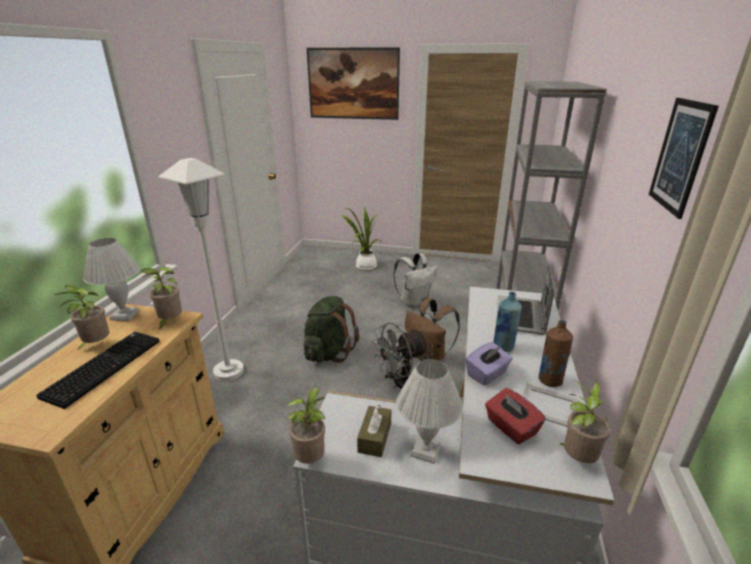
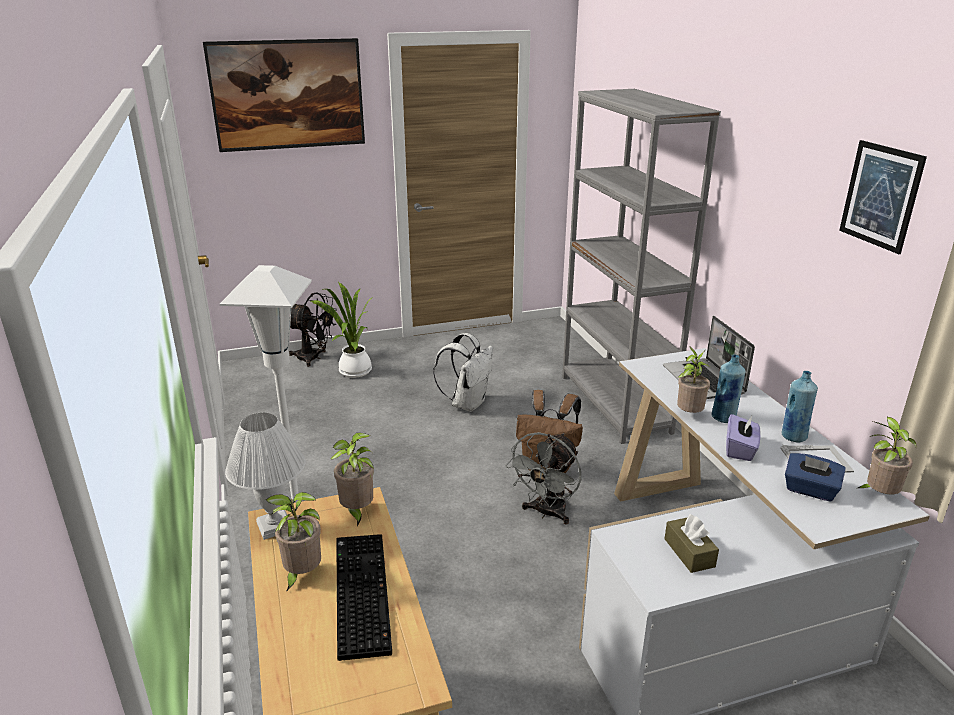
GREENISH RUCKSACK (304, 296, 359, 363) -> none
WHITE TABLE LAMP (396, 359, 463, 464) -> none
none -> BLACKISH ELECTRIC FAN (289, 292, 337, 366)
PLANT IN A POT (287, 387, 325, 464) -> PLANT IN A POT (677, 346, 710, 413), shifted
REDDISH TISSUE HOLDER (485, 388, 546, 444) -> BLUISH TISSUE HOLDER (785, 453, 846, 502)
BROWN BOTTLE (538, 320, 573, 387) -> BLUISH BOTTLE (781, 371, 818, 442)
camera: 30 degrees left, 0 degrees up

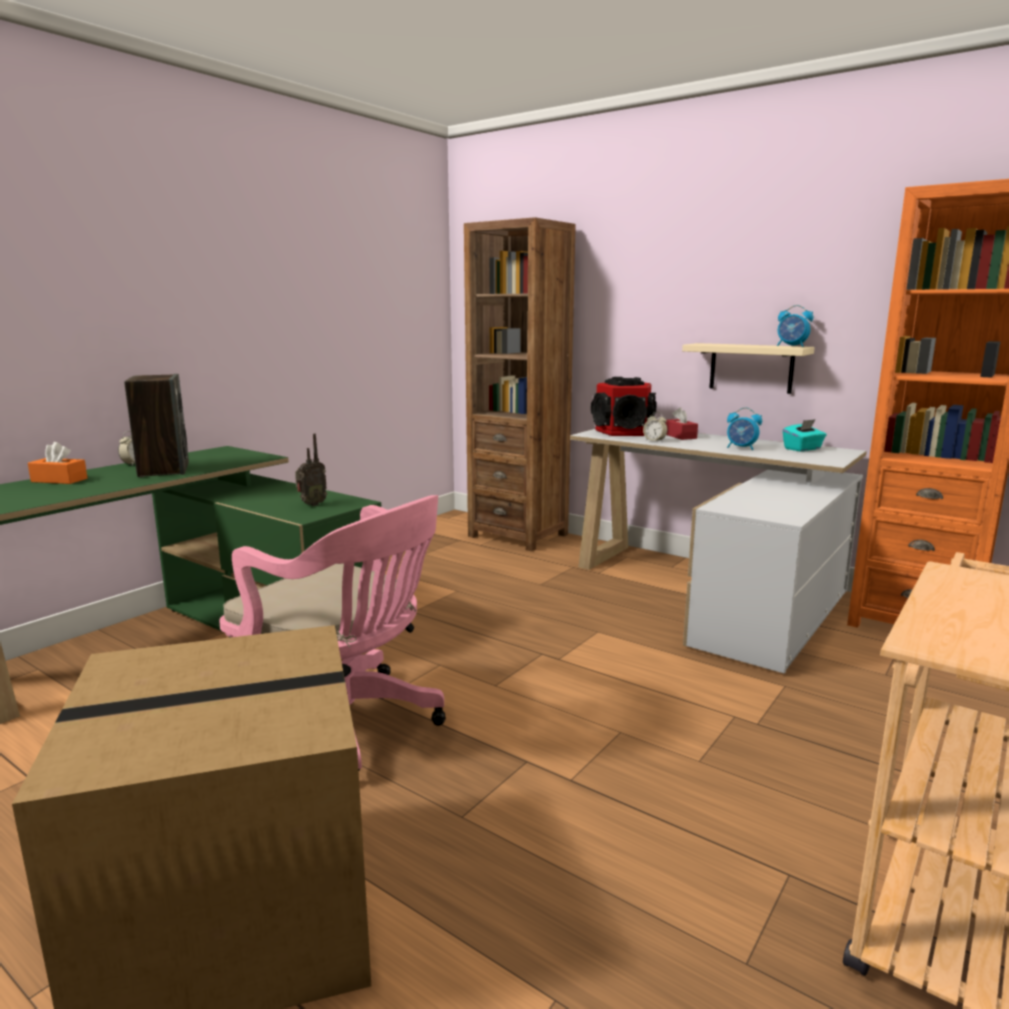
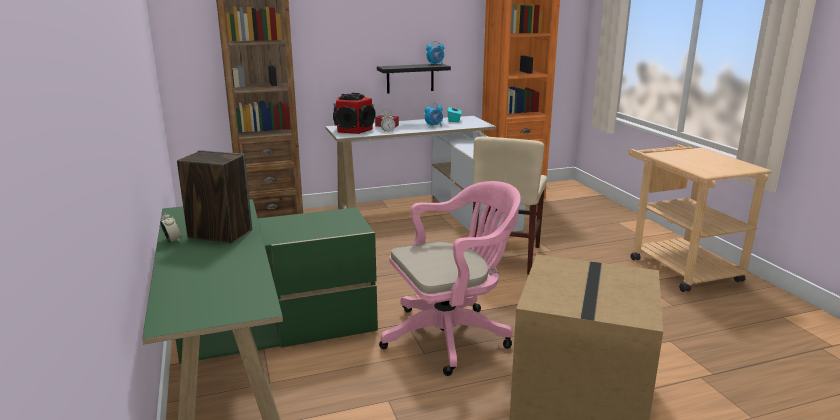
ORANGE TISSUE HOLDER (28, 442, 87, 484) -> none
RADIO RECEIVER (295, 434, 327, 506) -> none
none -> SAND-COLOURED UPRIGHT CHAIR (473, 137, 547, 274)
SAND-COLOURED WALL SHELF (682, 343, 815, 394) -> BLACKISH WALL SHELF (377, 64, 451, 93)
camera: 55 degrees left, 5 degrees up

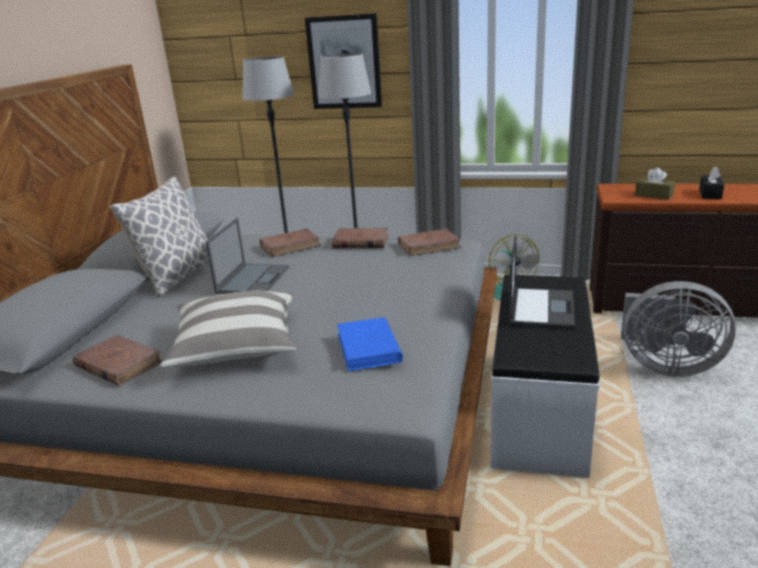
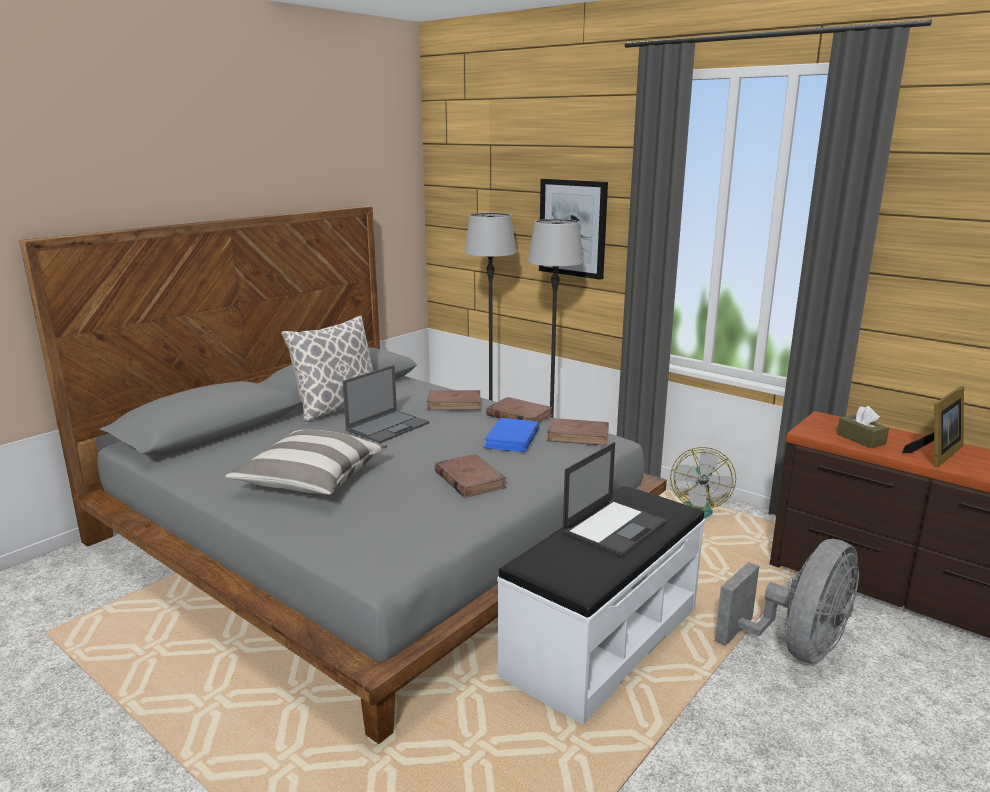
BROWN BOUND BOOK (73, 335, 162, 386) -> BROWN BOUND BOOK (435, 454, 507, 498), shifted
BLUISH BOUND BOOK (337, 317, 403, 371) -> BLUISH BOUND BOOK (483, 418, 540, 452), shifted
BLACKISH TISSUE HOLDER (699, 167, 724, 199) -> PICTURE FRAME (902, 386, 964, 468)
GRAY ELECTRIC FAN (621, 281, 736, 376) -> GRAY ELECTRIC FAN (715, 539, 859, 664), 90 degrees counterclockwise
camera: 25 degrees right, 5 degrees down

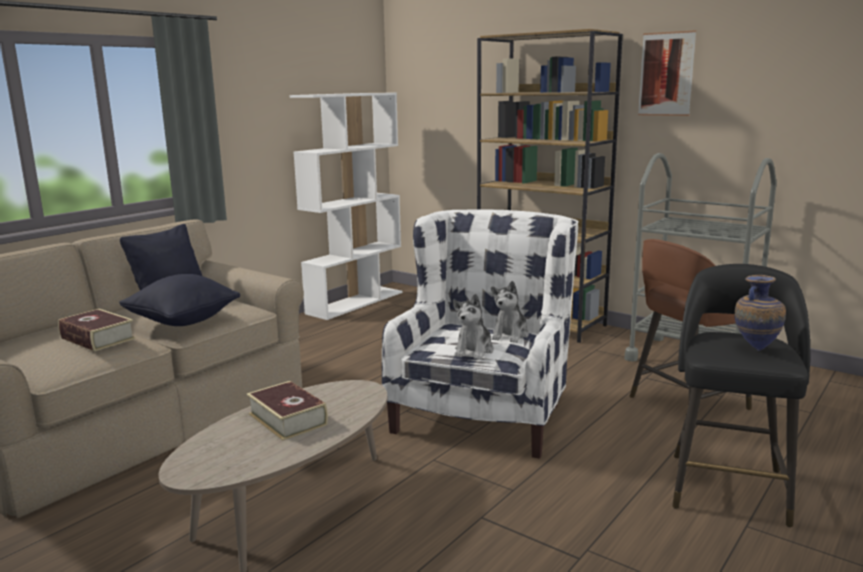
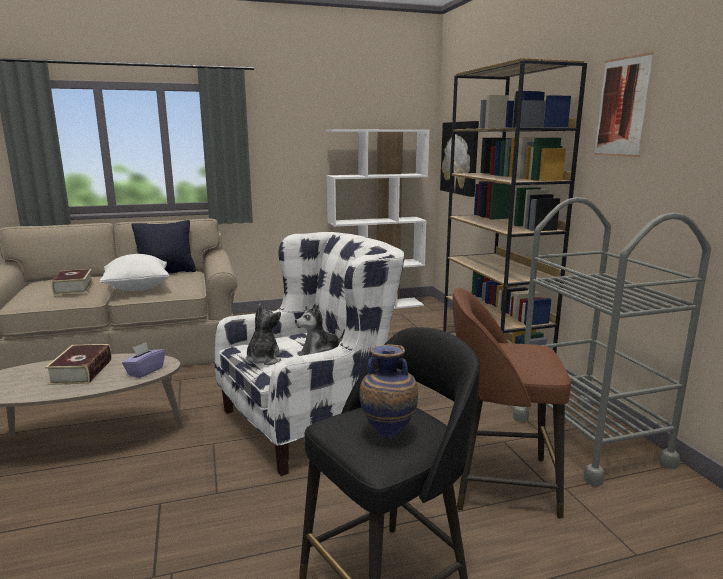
none -> PURPLE-COLOURED TISSUE HOLDER (122, 342, 165, 378)
none -> WALL ART (440, 121, 479, 197)
BLACKISH PILLOW (119, 274, 240, 326) -> WHITE PILLOW (100, 254, 169, 291)
PLUSH TOY (453, 294, 494, 360) -> PLUSH TOY (245, 303, 282, 366), 135 degrees clockwise
camera: 35 degrees right, 0 degrees up

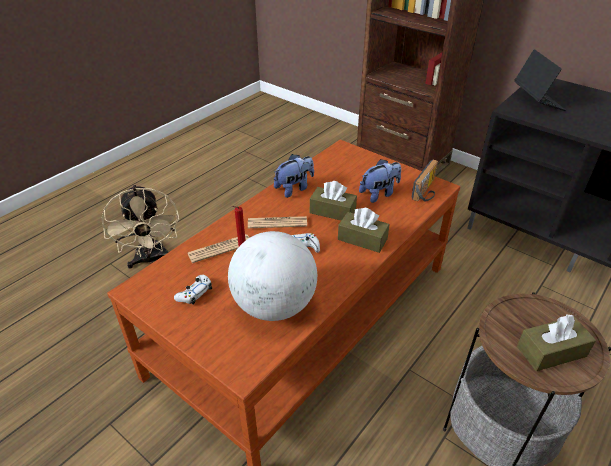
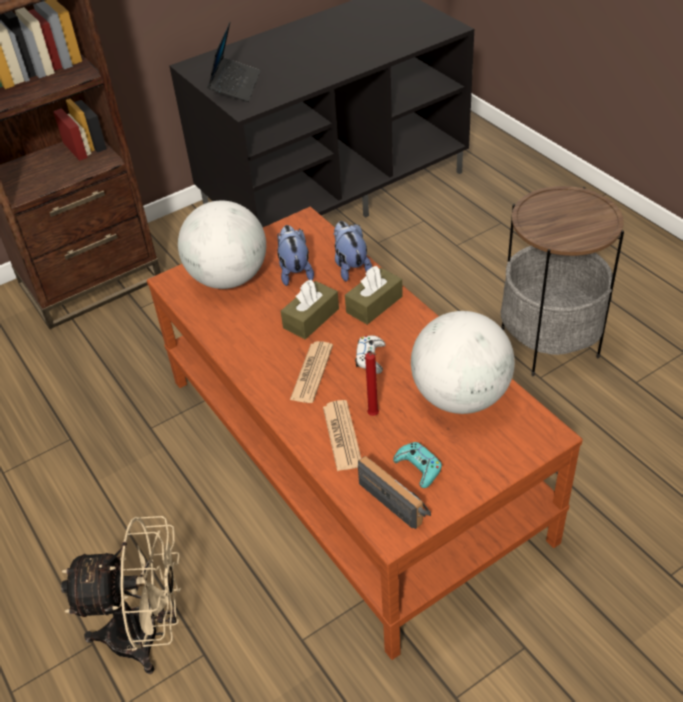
BROWN TISSUE HOLDER (517, 314, 596, 371) -> none
none -> GLOBE (178, 201, 266, 289)
PLUSH TOY (274, 154, 314, 198) -> PLUSH TOY (334, 221, 372, 282), shifted
RADIO RECEIVER (411, 159, 438, 201) -> RADIO RECEIVER (358, 456, 431, 529), shifted
WHITE GAMEPAD (174, 275, 212, 305) -> BLUE-GREEN GAMEPAD (393, 442, 442, 488)
LAPTOP (514, 49, 566, 111) -> LAPTOP (207, 21, 260, 102), 90 degrees clockwise
camera: 70 degrees left, 5 degrees up

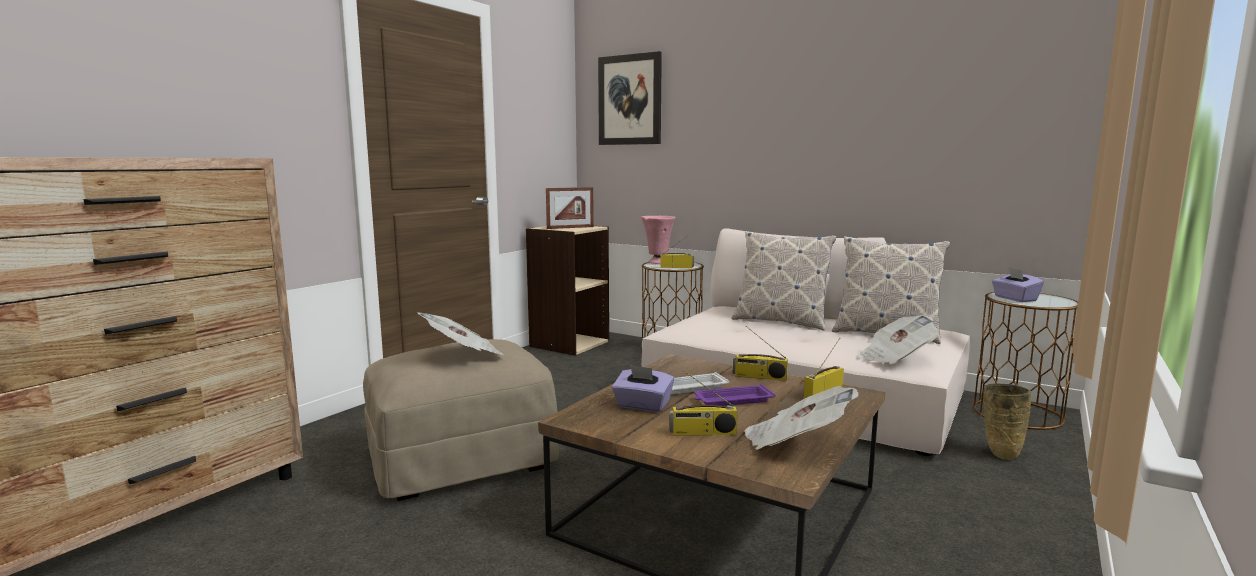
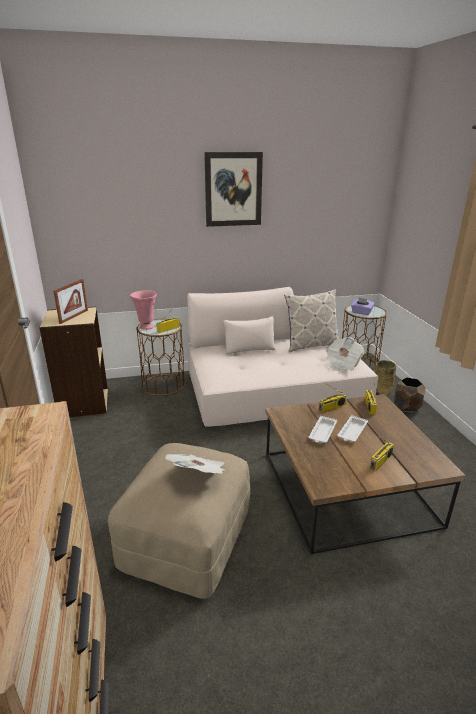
PURPLE-COLOURED TISSUE HOLDER (612, 365, 674, 412) -> none
PILLOW (731, 231, 837, 331) -> none
DAILY PAPER (744, 386, 859, 450) -> none
none -> BROWN FLOWER POT (394, 377, 426, 413)
WALL ART (598, 51, 662, 145) -> WALL ART (204, 152, 263, 227), shifted
PURPLE-COLOURED CARRYING TRAY (694, 384, 776, 406) -> WHITE CARRYING TRAY (337, 415, 368, 442)
camera: 45 degrees left, 15 degrees up

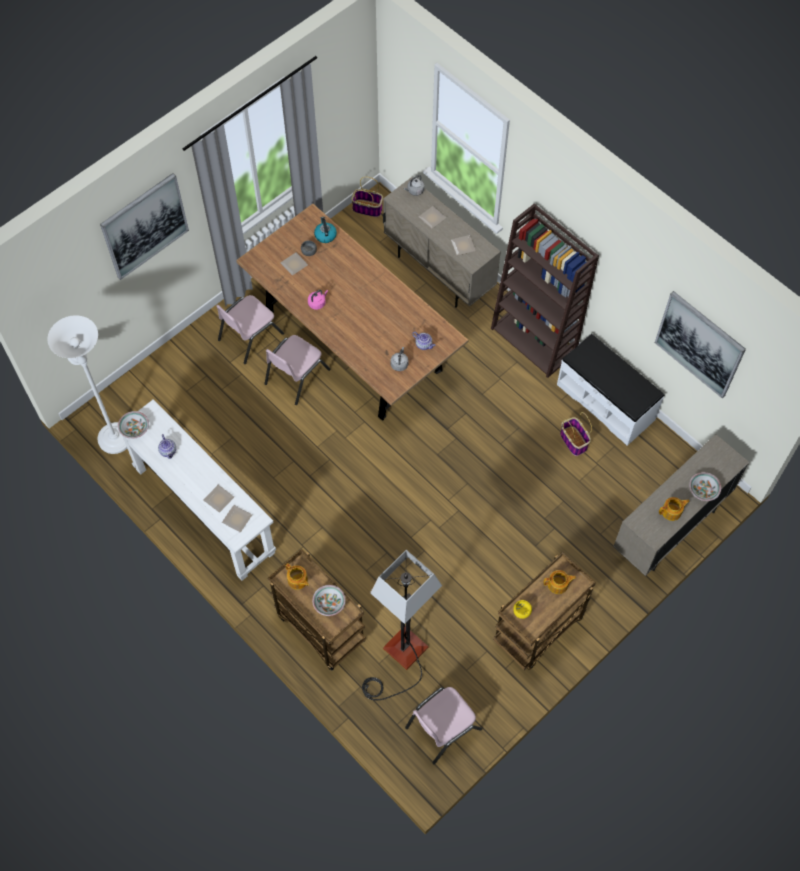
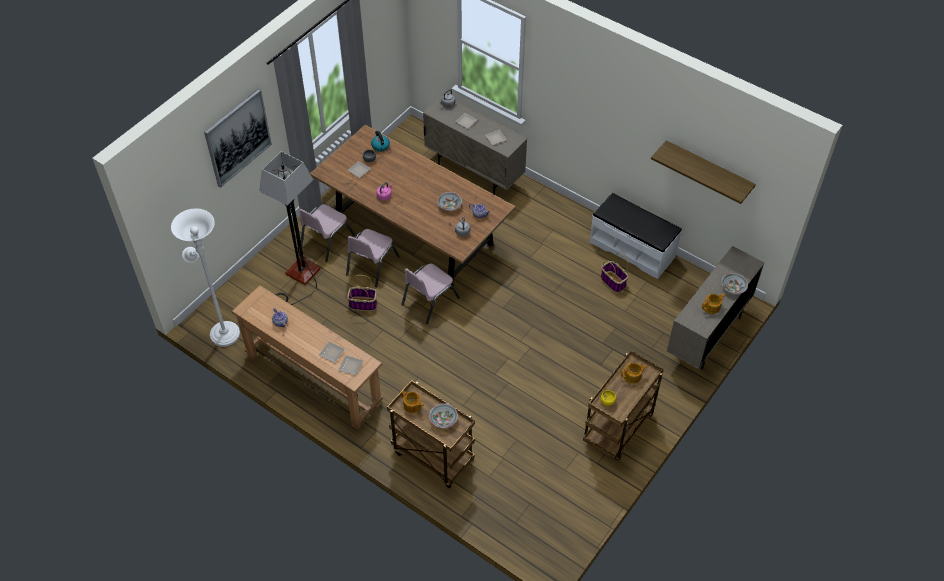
BROWN BOOKCASE (491, 203, 599, 378) -> none
BOWL (118, 411, 149, 439) -> BOWL (437, 192, 462, 211), shifted
HOUSEHOLD BASKET (351, 177, 383, 217) -> HOUSEHOLD BASKET (347, 275, 377, 311), shifted
FLOOR LAMP (362, 550, 442, 700) -> FLOOR LAMP (259, 151, 320, 305), shifted
PINK UPRIGHT CHAIR (405, 687, 482, 764) -> PINK UPRIGHT CHAIR (401, 263, 460, 324), shifted
WALL ART (655, 291, 746, 398) -> WALL SHELF (651, 140, 756, 204)
WHITE NARROW TABLE (116, 399, 276, 581) -> BROWN NARROW TABLE (232, 285, 383, 429)
camera: 10 degrees left, 10 degrees down

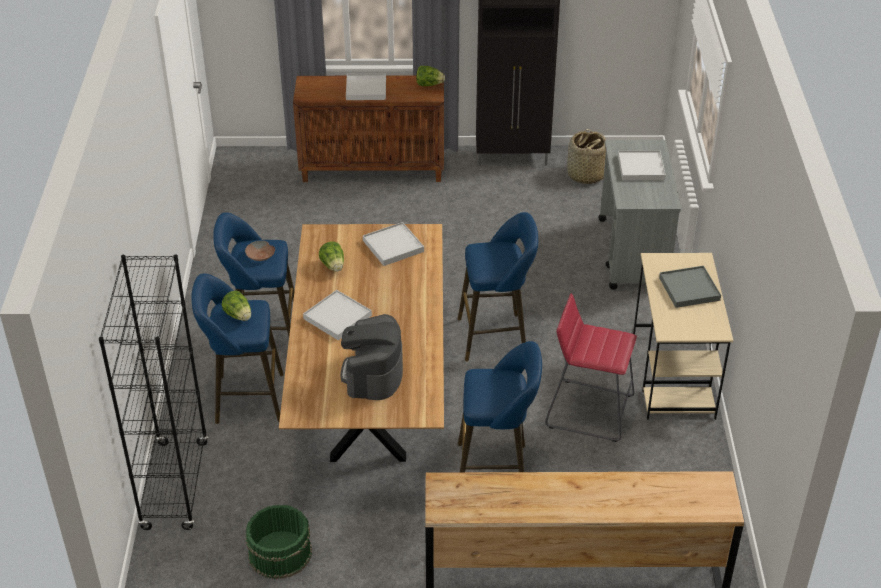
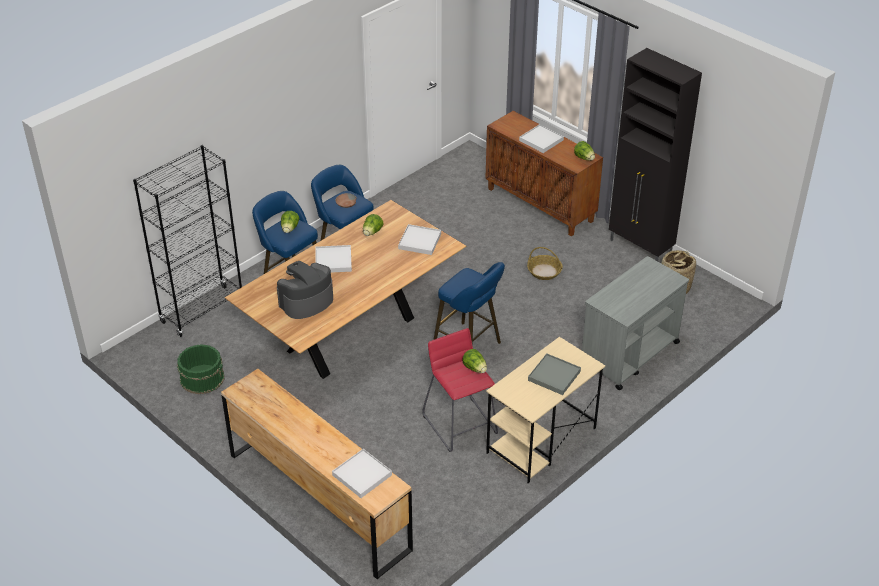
BLUISH SITTING STOOL (458, 341, 542, 472) -> none
none -> LETTUCE HEAD (463, 349, 487, 373)
none -> HOUSEHOLD BASKET (527, 247, 563, 280)
WHITE CARRYING TRAY (618, 150, 666, 181) -> WHITE CARRYING TRAY (332, 449, 392, 498), shifted
camera: 45 degrees right, 0 degrees up

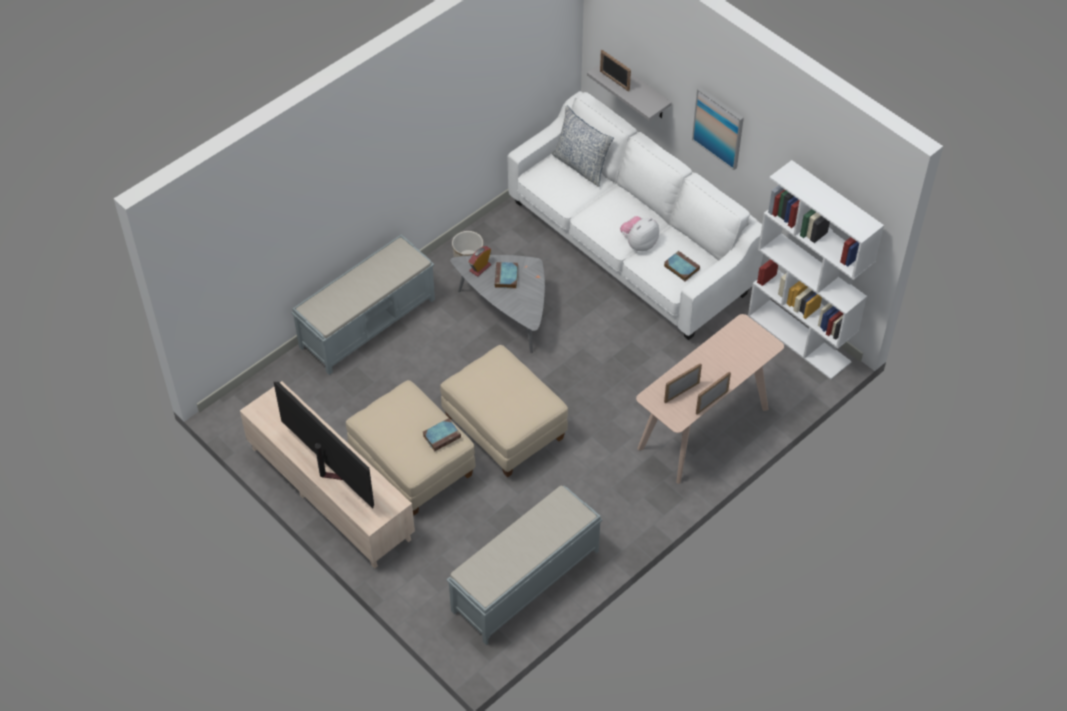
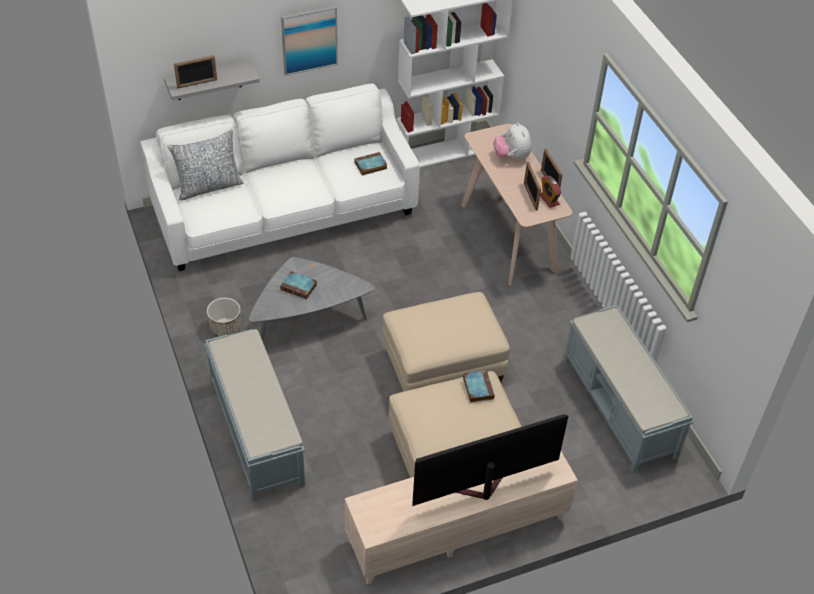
ALARM CLOCK (469, 246, 491, 277) -> ALARM CLOCK (540, 176, 562, 208), shifted
PLUSH TOY (620, 216, 659, 251) -> PLUSH TOY (494, 122, 531, 160), shifted
camera: 70 degrees left, 5 degrees down

